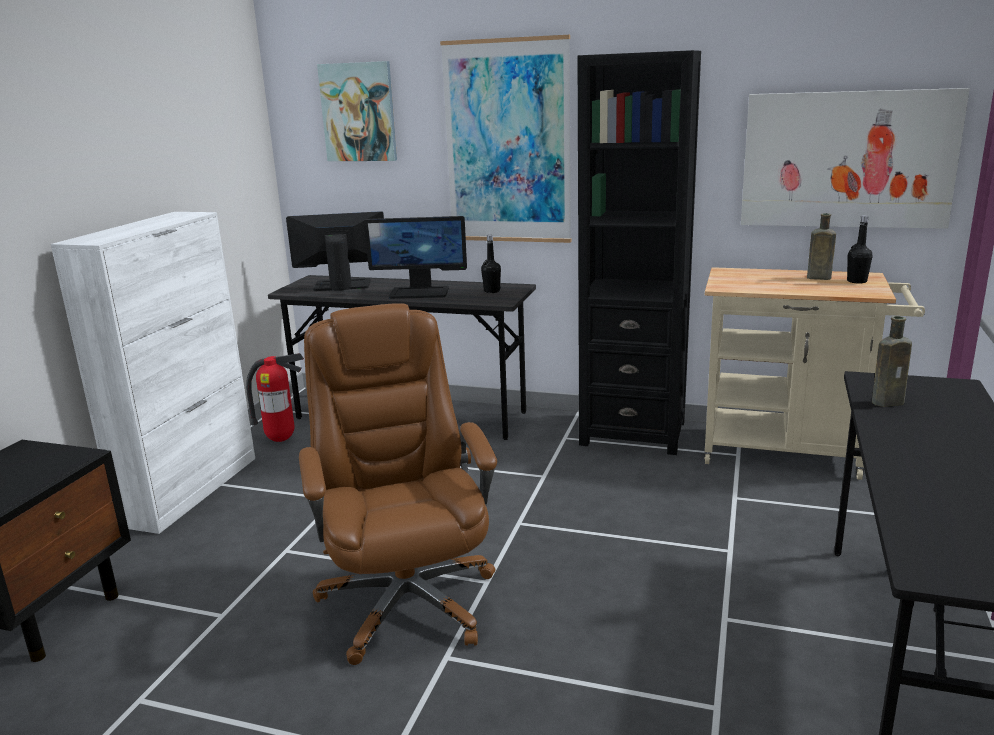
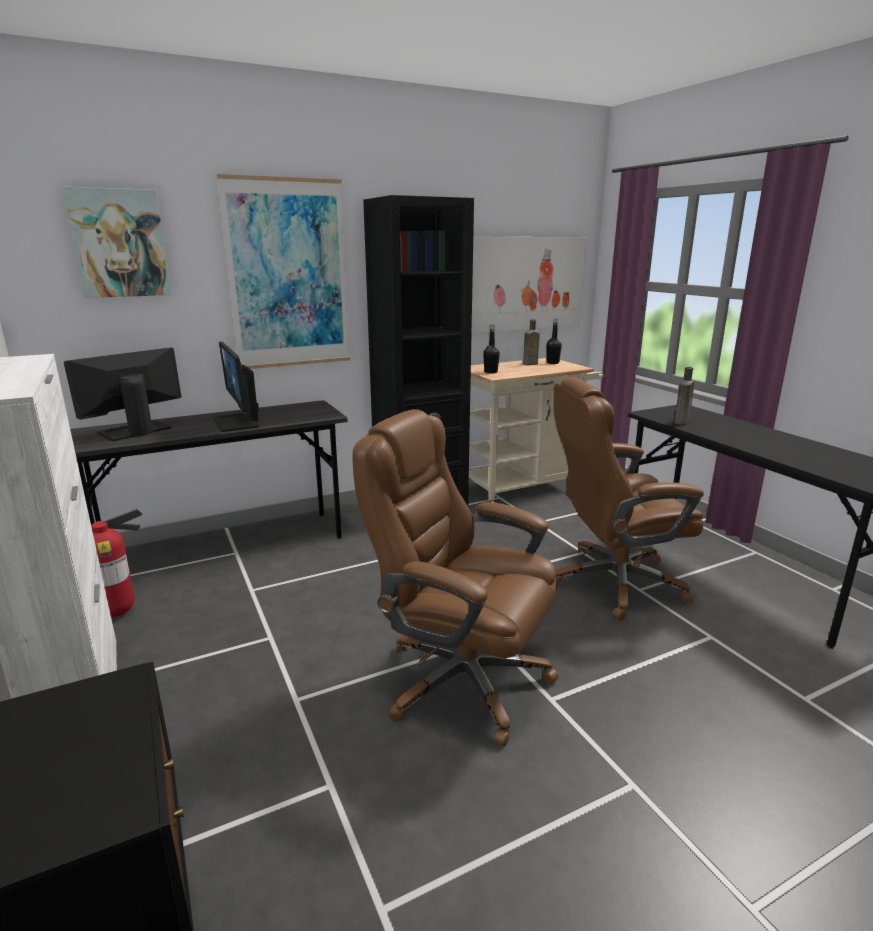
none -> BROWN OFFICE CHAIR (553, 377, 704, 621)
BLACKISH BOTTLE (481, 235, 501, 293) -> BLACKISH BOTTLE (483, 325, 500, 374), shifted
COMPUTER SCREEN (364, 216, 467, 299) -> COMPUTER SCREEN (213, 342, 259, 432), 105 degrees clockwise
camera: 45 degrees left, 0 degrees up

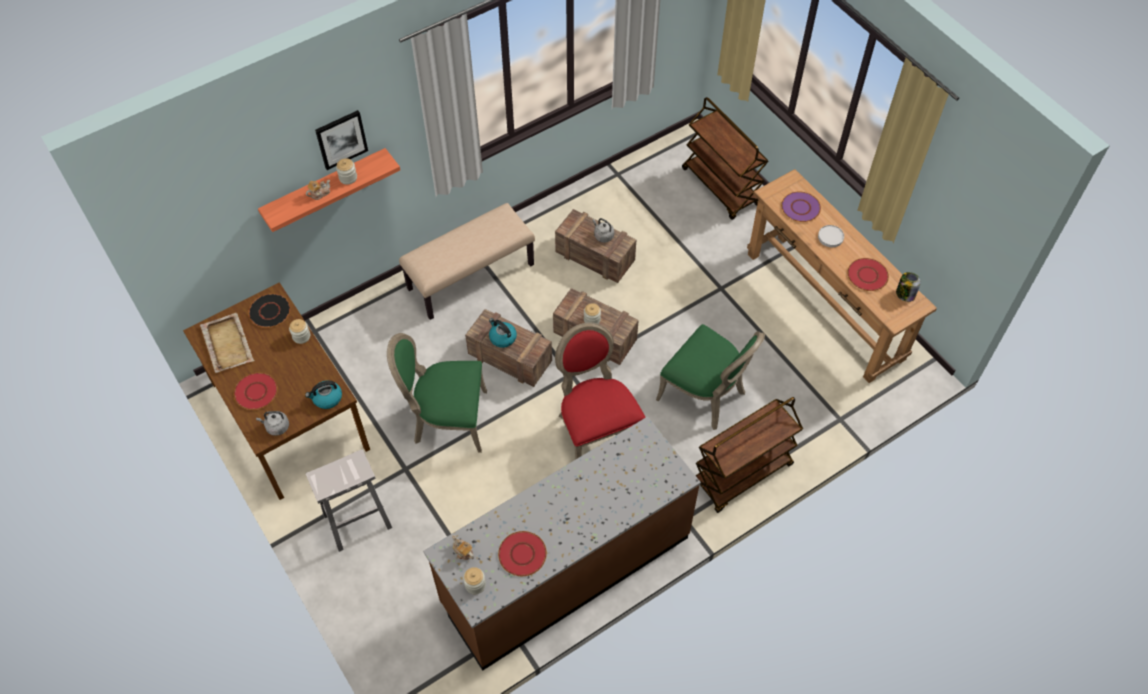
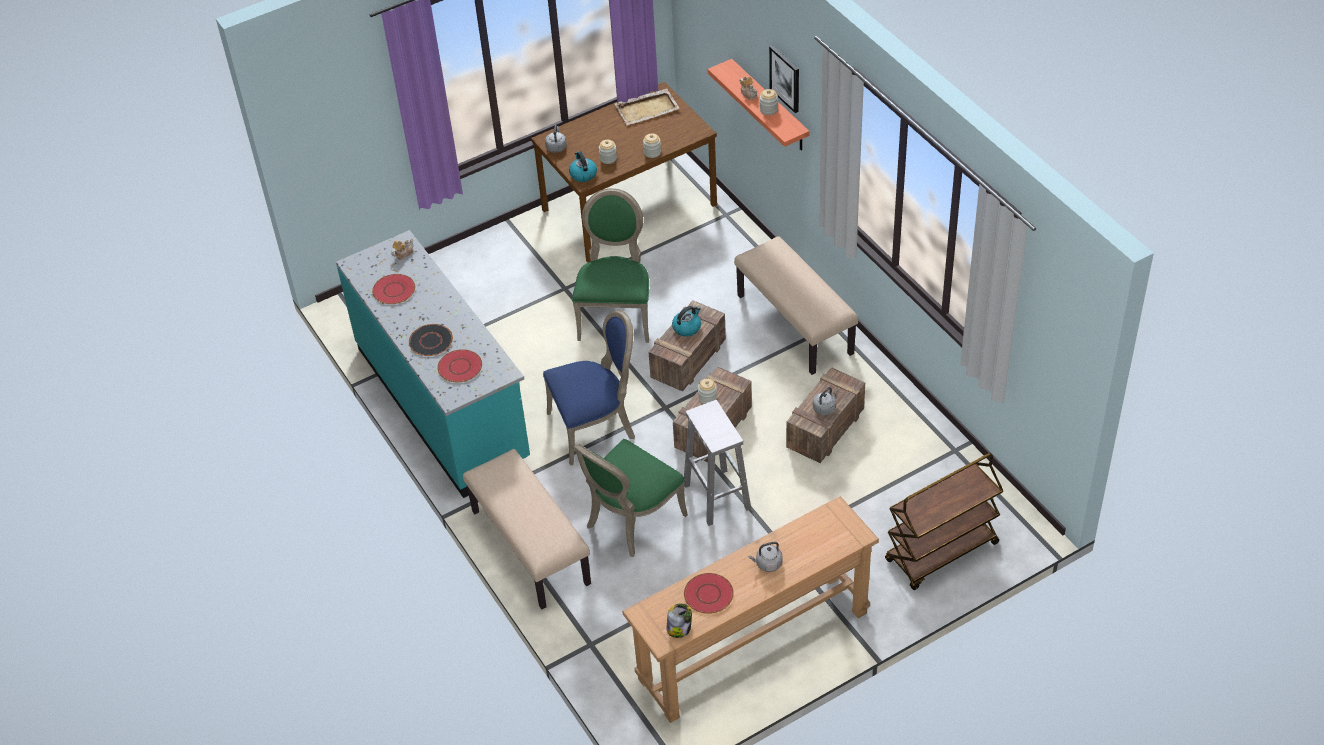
PURPLE-COLOURED PLATE (781, 191, 821, 222) -> none
REDDISH PLATE (234, 373, 278, 410) -> REDDISH PLATE (437, 349, 482, 382), shifted
BLACKISH PLATE (248, 293, 290, 328) -> BLACKISH PLATE (409, 324, 453, 356), shifted
WHITE SITTING STOOL (306, 449, 392, 552) -> WHITE SITTING STOOL (684, 400, 751, 526), shifted
JAR (463, 567, 486, 594) -> JAR (599, 140, 617, 164), shifted
BROWN WHEELED CART (695, 397, 803, 513) -> SAND-COLOURED INDOOR BENCH (463, 449, 591, 609)
WHITE PLATE (818, 225, 844, 247) -> GRAY KETTLE (748, 542, 783, 572)
BROWN COUNTER (423, 417, 701, 671) -> BLUE-GREEN COUNTER (336, 230, 530, 498)
REDDISH UPRIGHT CHAIR (555, 323, 646, 459) -> BLUISH UPRIGHT CHAIR (543, 310, 635, 466)
camera: 95 degrees right, 10 degrees down

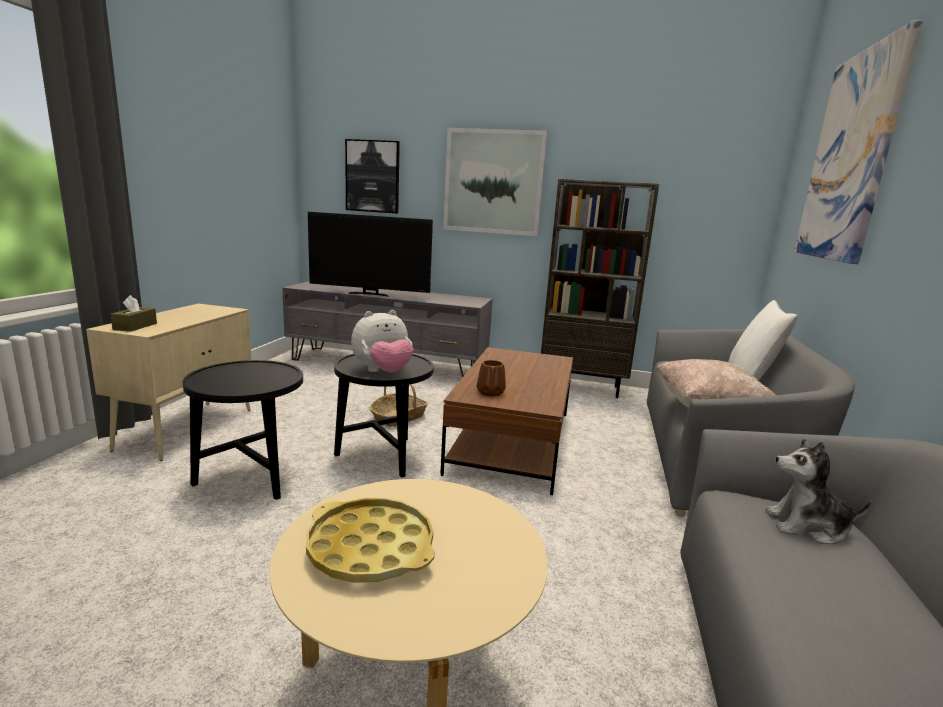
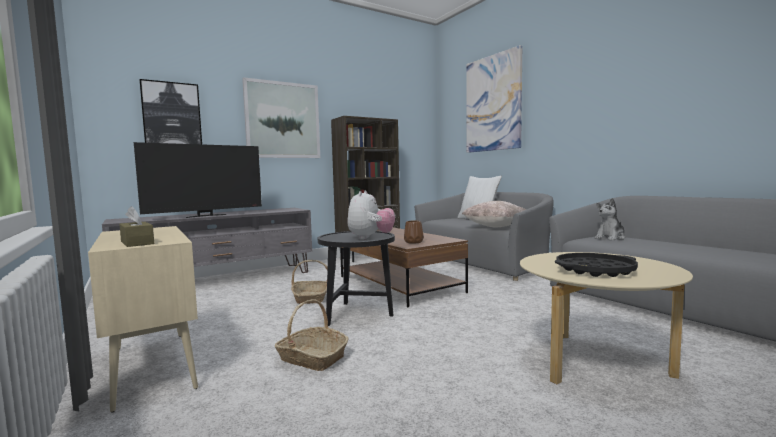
BLACKISH END TABLE (183, 360, 303, 500) -> HOUSEHOLD BASKET (275, 299, 349, 371)
YELLOW CARRYING TRAY (306, 498, 435, 583) -> BLACKISH CARRYING TRAY (555, 253, 638, 277)
camera: 45 degrees left, 10 degrees down

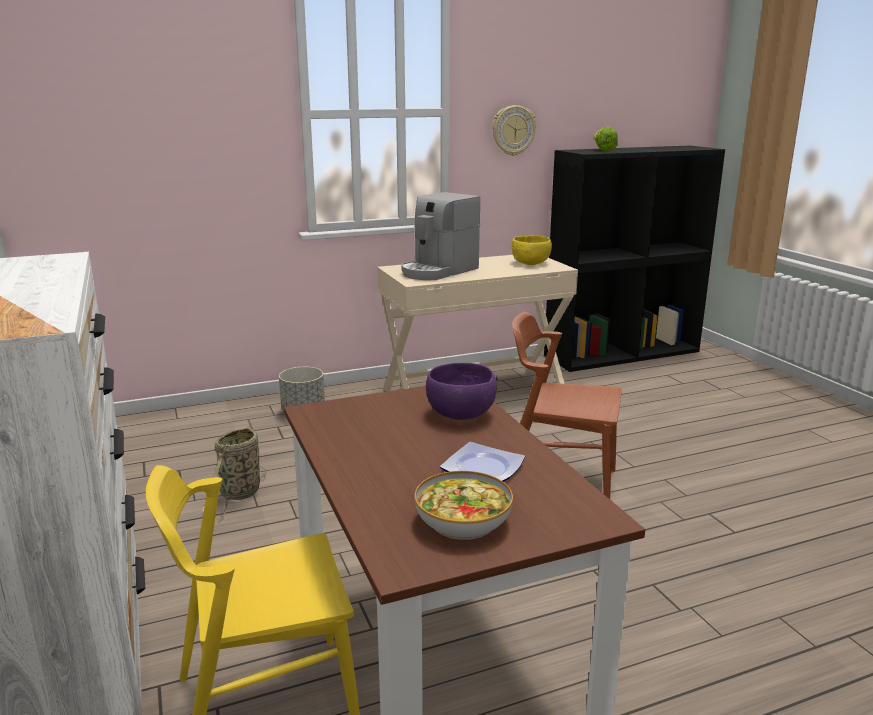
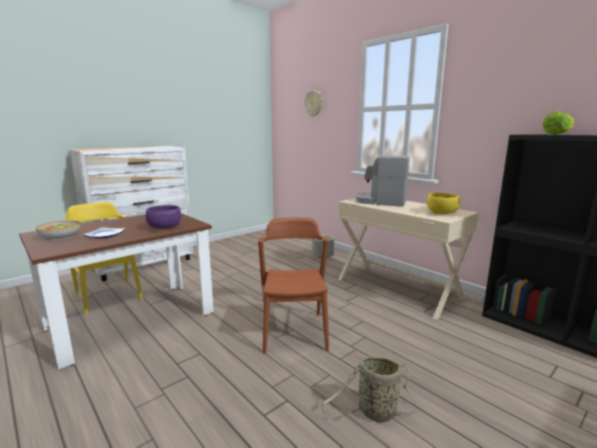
HOUSEHOLD BASKET (201, 425, 267, 520) -> HOUSEHOLD BASKET (321, 357, 417, 422), shifted
WALL CLOCK (492, 105, 536, 156) -> WALL CLOCK (305, 90, 323, 117), shifted
camera: 70 degrees right, 5 degrees down

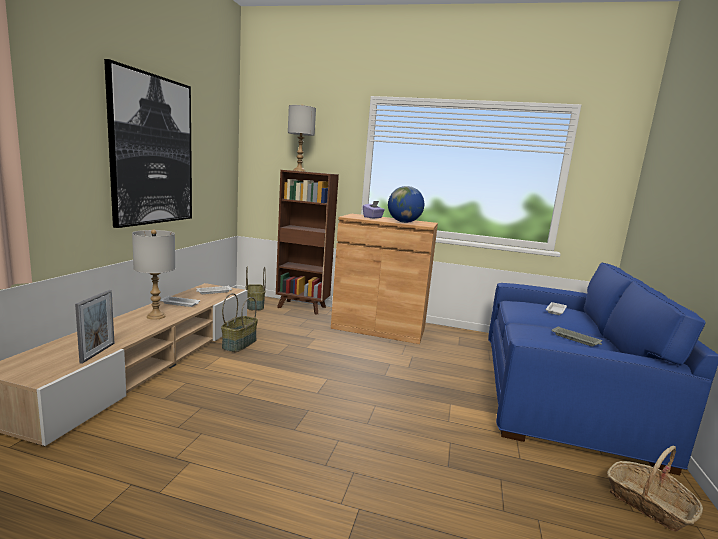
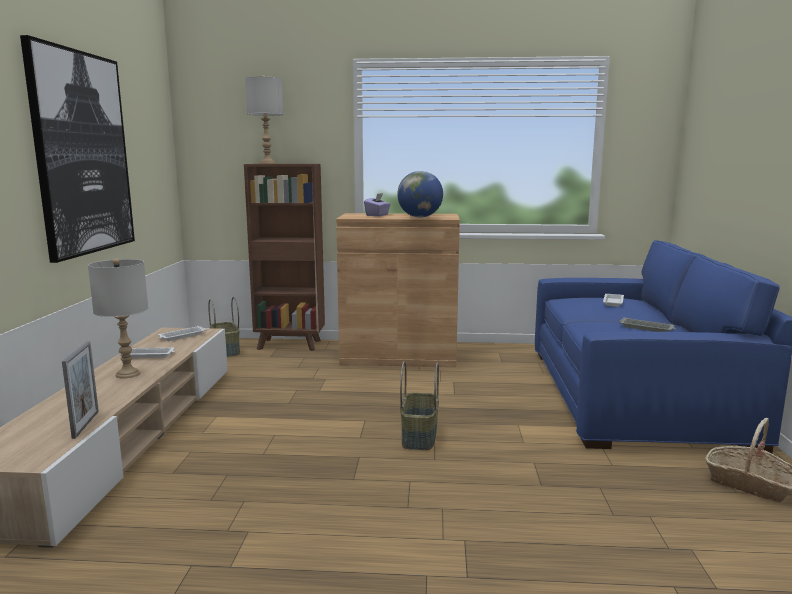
HOUSEHOLD BASKET (221, 293, 258, 352) -> HOUSEHOLD BASKET (400, 361, 439, 450), shifted
camera: 10 degrees left, 0 degrees up

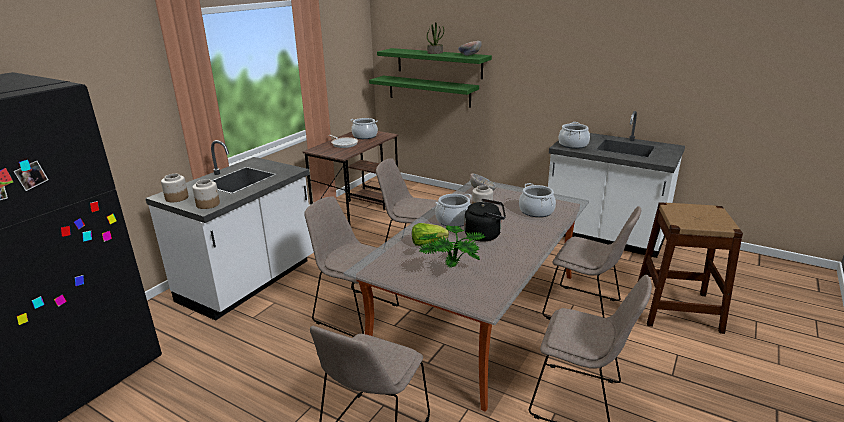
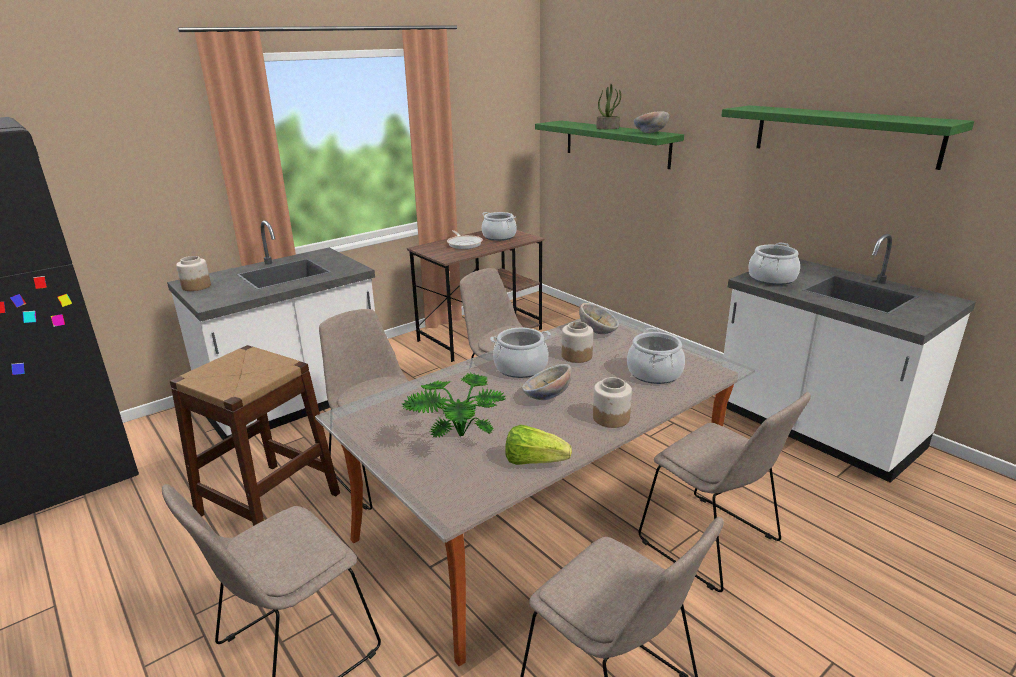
JAR (192, 179, 220, 209) -> JAR (593, 377, 632, 428), shifted
GREENISH WALL SHELF (369, 76, 479, 108) -> GREENISH WALL SHELF (721, 105, 974, 170), shifted
LETTUCE HEAD (412, 223, 449, 246) -> LETTUCE HEAD (505, 425, 572, 465), shifted
BROWN SITTING STOOL (638, 202, 743, 334) -> BROWN SITTING STOOL (170, 345, 340, 526), shifted
BLACKISH KETTLE (464, 199, 506, 242) -> BOWL (522, 364, 572, 400)
camera: 20 degrees right, 0 degrees up

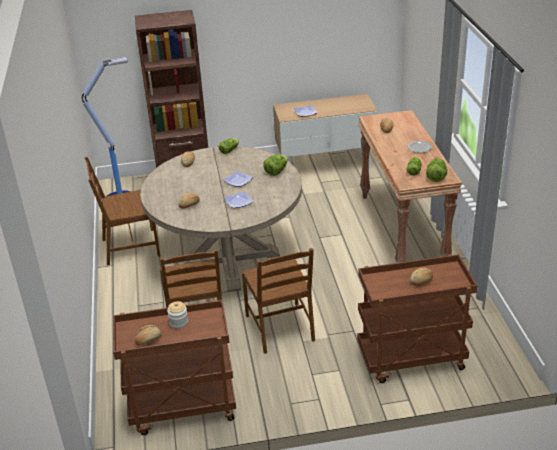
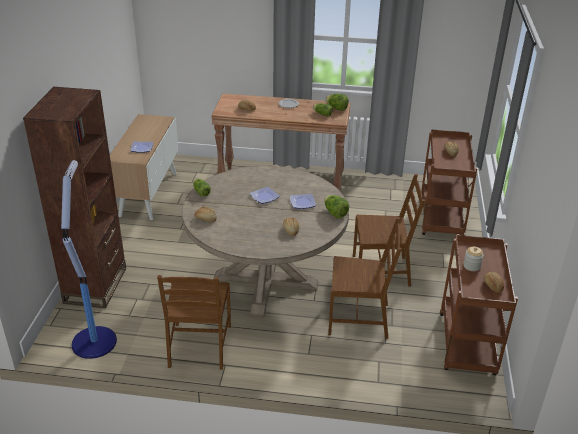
LETTUCE HEAD (263, 154, 288, 176) -> LETTUCE HEAD (324, 195, 349, 219), shifted
camera: 75 degrees left, 0 degrees up

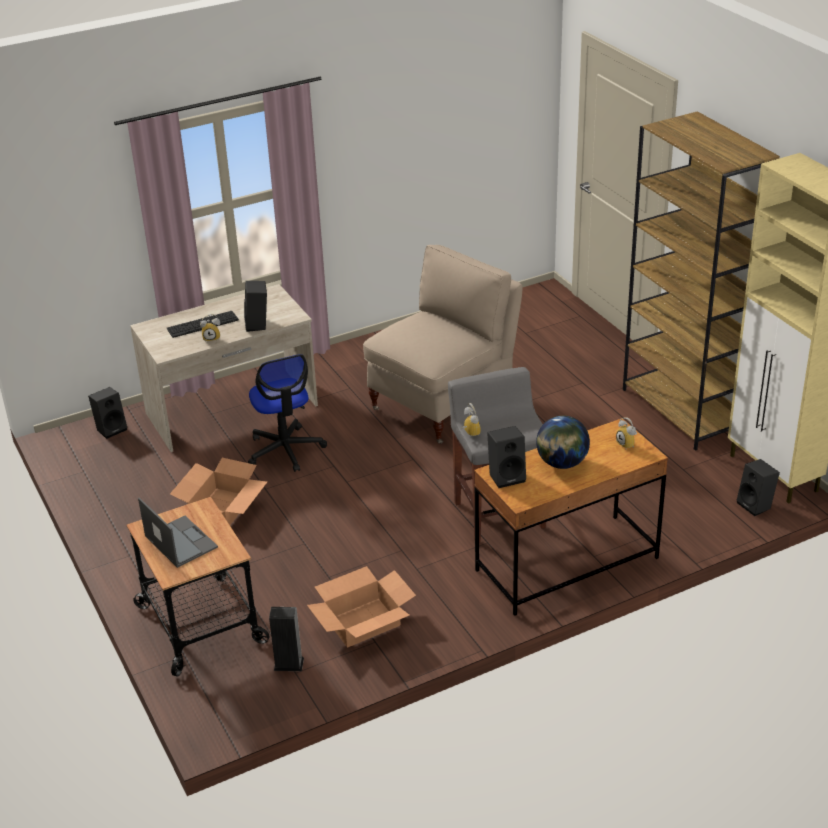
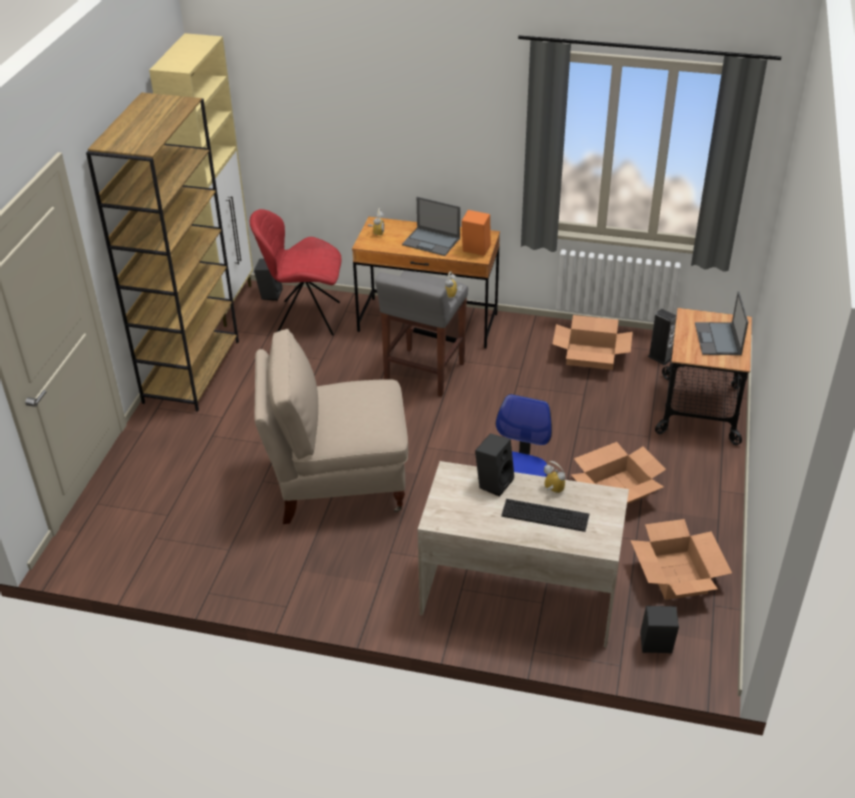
none -> REDDISH UPRIGHT CHAIR (250, 209, 342, 336)
none -> CARTON (630, 519, 732, 600)
GLOBE (536, 416, 590, 469) -> LAPTOP (402, 197, 460, 256)
BLACKISH LOUDSPEAKER (487, 426, 526, 488) -> ORANGE LOUDSPEAKER (461, 210, 491, 256)
camera: 140 degrees left, 5 degrees up

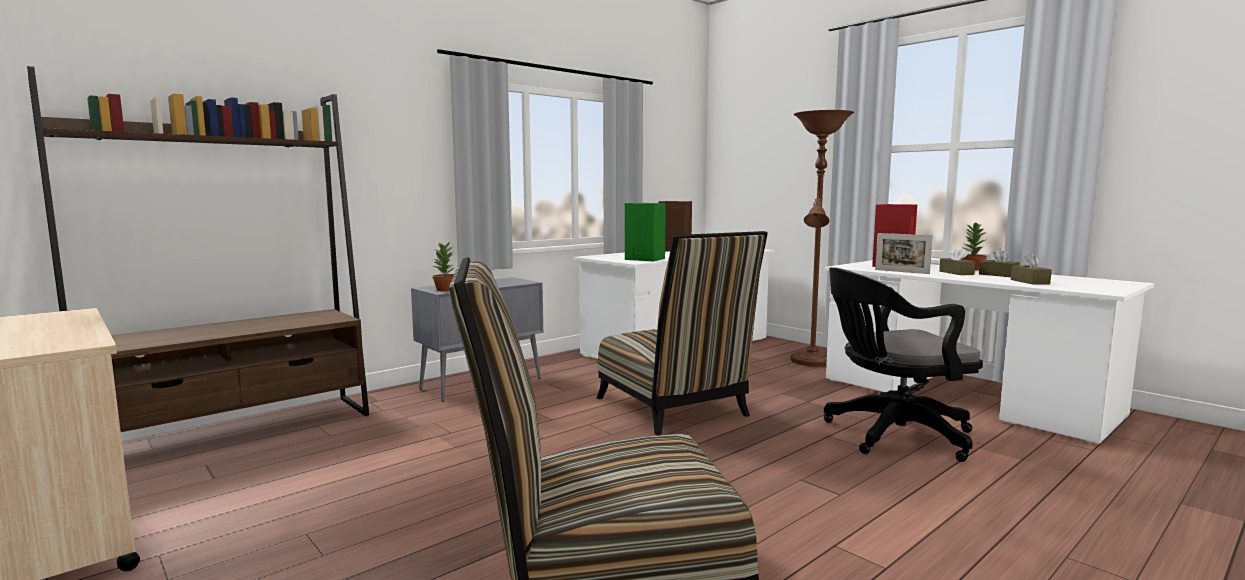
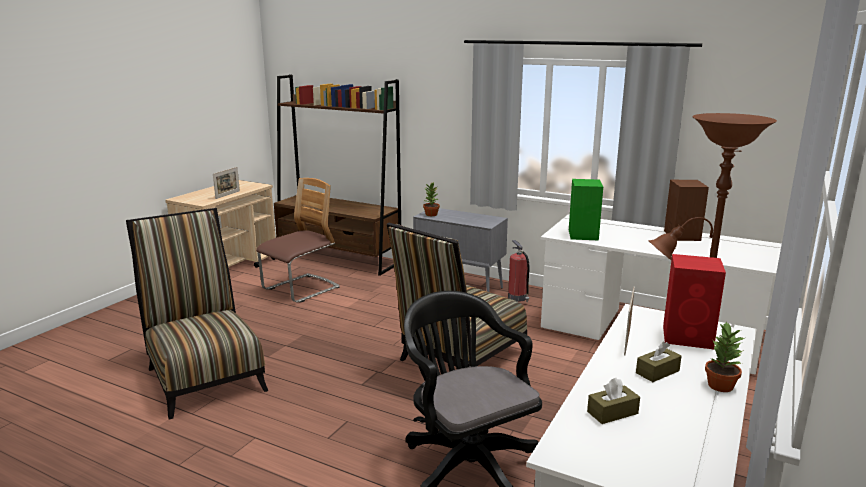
BROWN TISSUE HOLDER (979, 248, 1020, 277) -> none
none -> PICTURE FRAME (213, 167, 240, 199)
none -> UPRIGHT CHAIR (256, 178, 340, 303)
none -> FIRE-FIGHTING CYLINDER (508, 240, 530, 302)
camera: 70 degrees right, 10 degrees up

